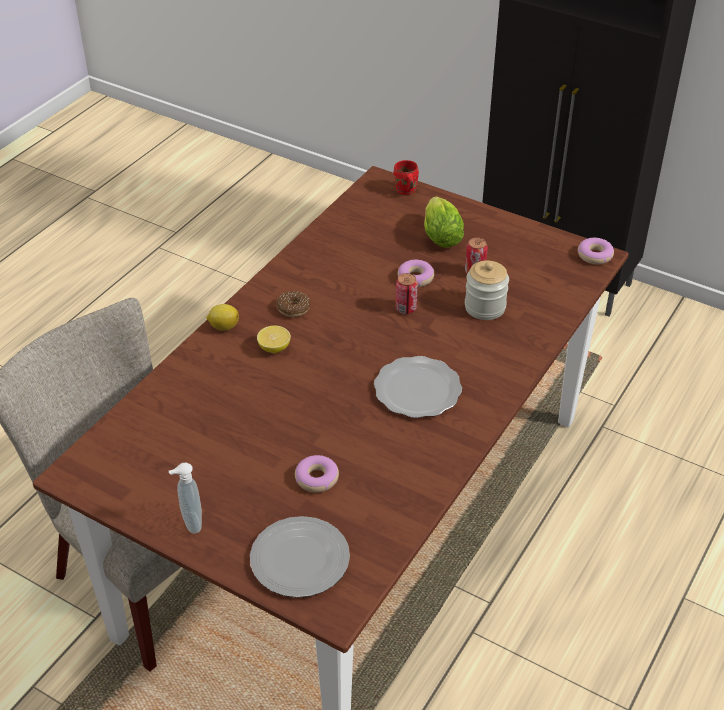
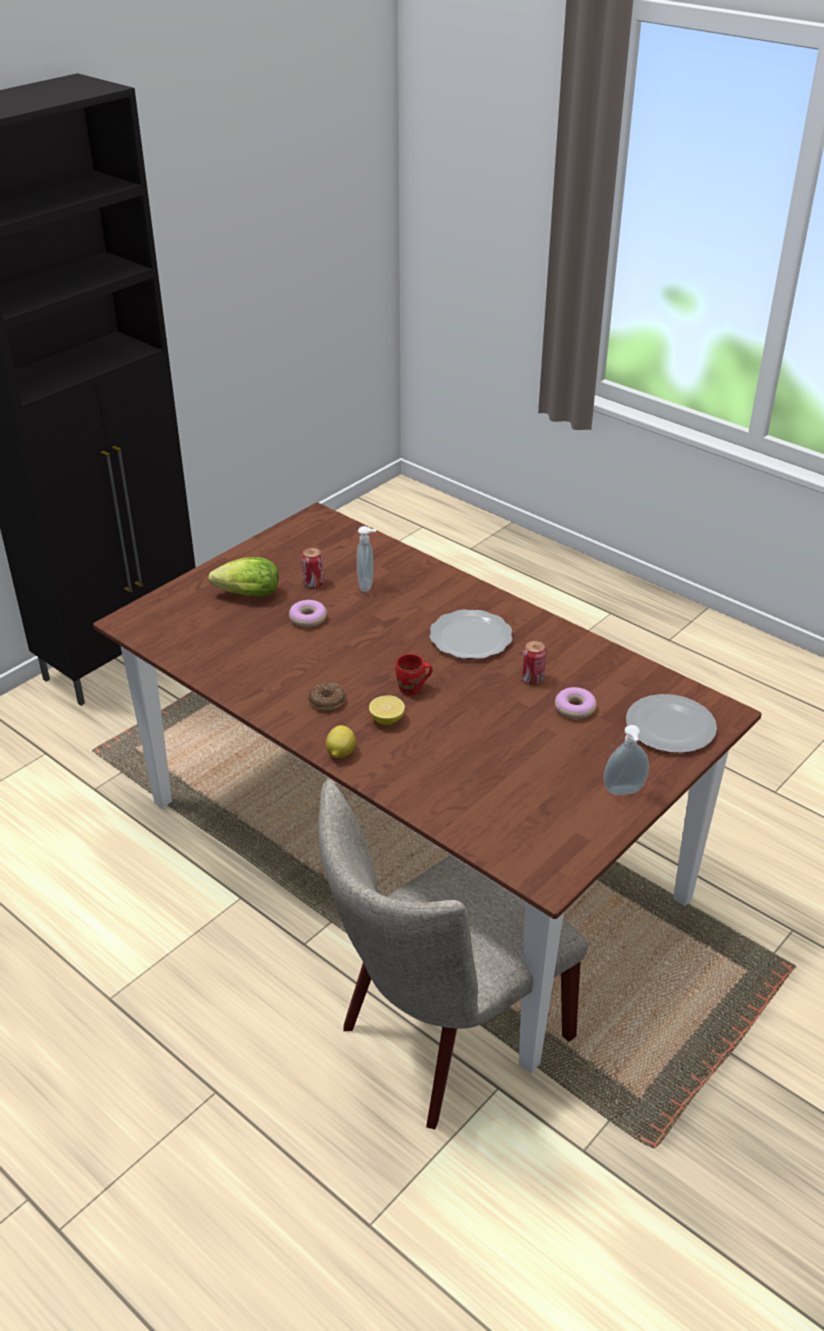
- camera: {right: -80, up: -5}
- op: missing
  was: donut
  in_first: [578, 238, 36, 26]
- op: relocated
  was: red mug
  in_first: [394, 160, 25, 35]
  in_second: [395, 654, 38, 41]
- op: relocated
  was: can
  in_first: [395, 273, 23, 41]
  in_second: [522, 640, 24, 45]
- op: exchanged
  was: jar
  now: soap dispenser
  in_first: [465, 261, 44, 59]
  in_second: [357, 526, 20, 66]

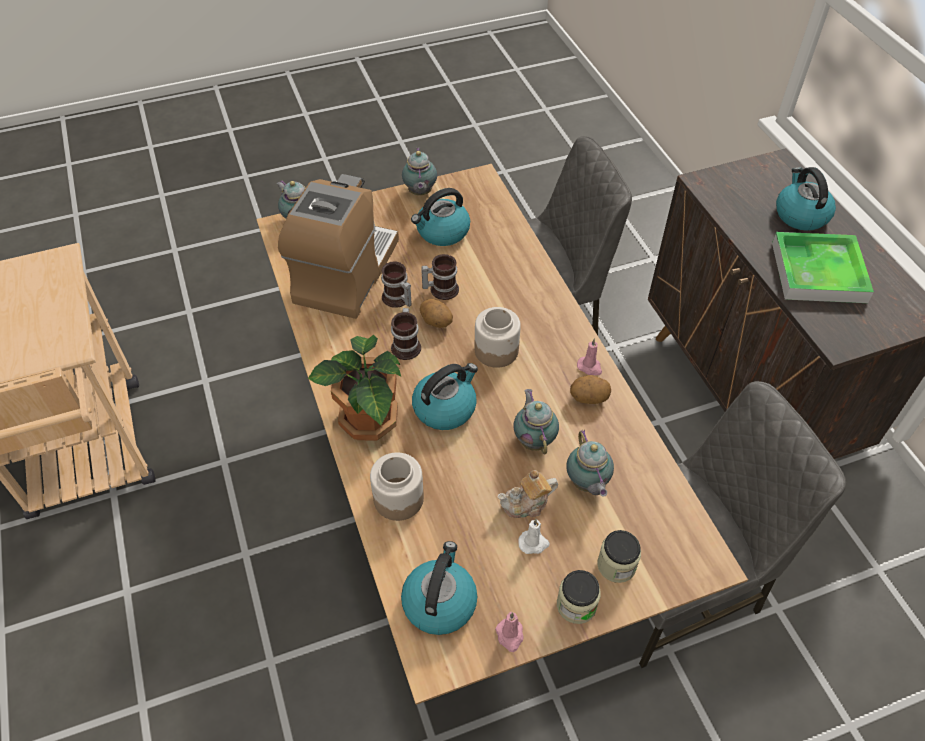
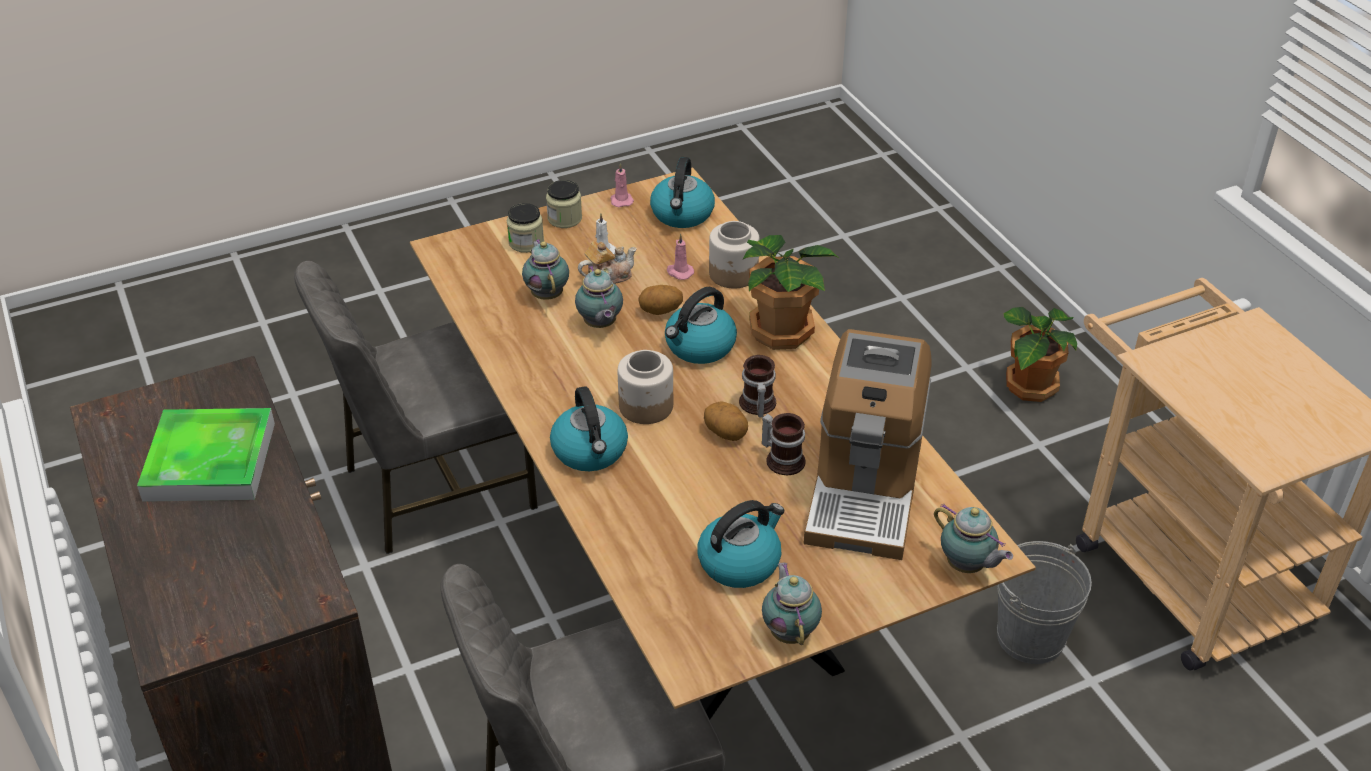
- camera: {right: 175, up: -10}
- op: missing
  was: mug
  in_first: [421, 254, 38, 46]
- op: appeared
  now: grey bucket
  in_second: [997, 541, 95, 123]
- op: appeared
  now: potted plant
  in_second: [1004, 307, 73, 95]
- op: relocated
  was: potato
  in_first: [570, 375, 41, 29]
  in_second: [638, 285, 45, 30]
- op: relocated
  was: pink candle
  in_first: [577, 338, 25, 37]
  in_second: [667, 234, 27, 46]
- op: relocated
  was: kettle
  in_first: [776, 167, 60, 64]
  in_second: [550, 386, 78, 85]

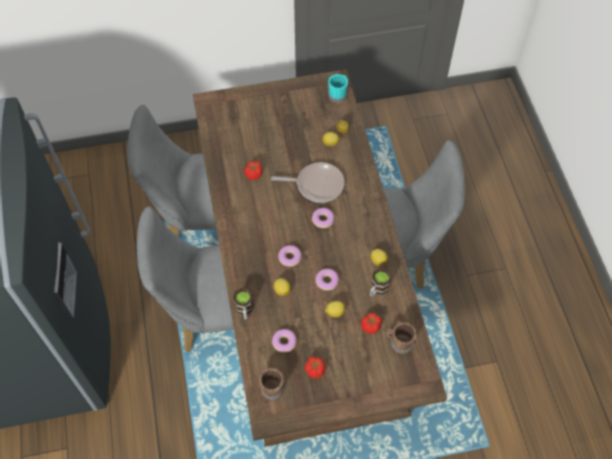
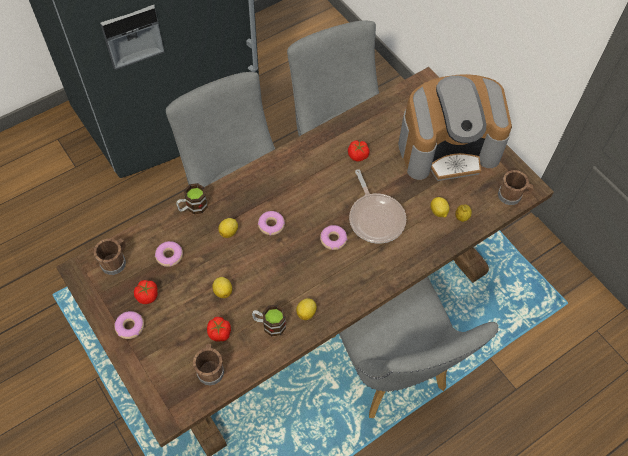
- camera: {right: 65, up: 0}
- op: appeared
  now: coffee machine
  in_second: [398, 74, 114, 107]
- op: relocated
  was: donut
  in_first: [315, 269, 24, 22]
  in_second: [114, 311, 30, 28]
- op: colour
  was: turquoise mug
  now: brown mug
  in_first: [328, 74, 20, 29]
  in_second: [498, 170, 36, 35]

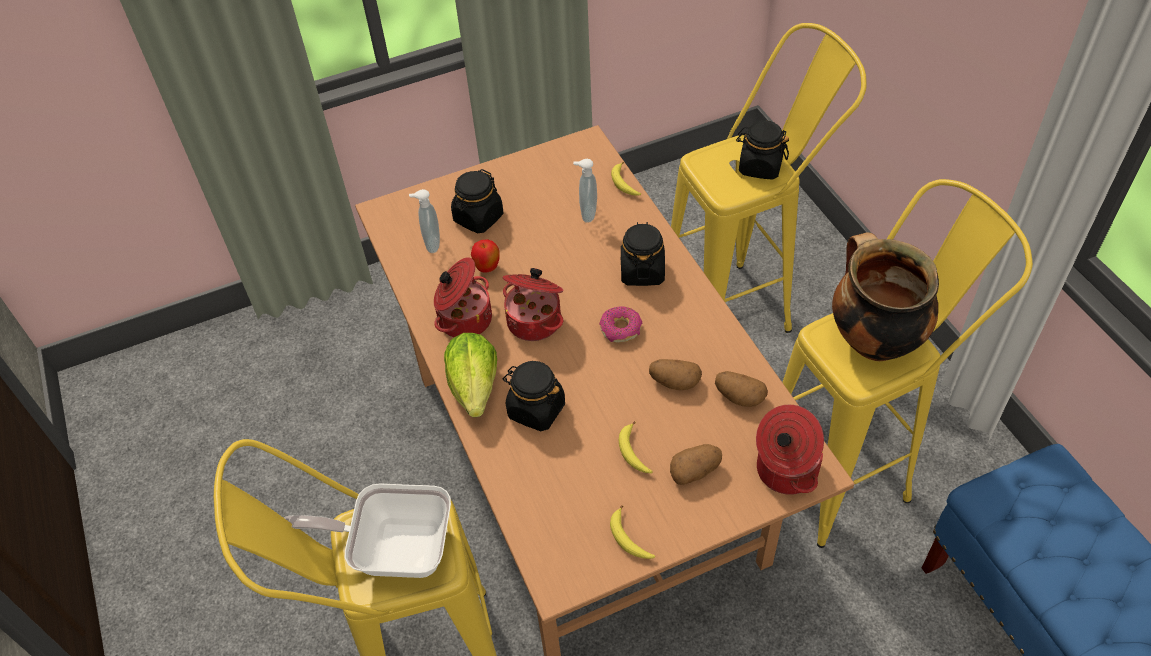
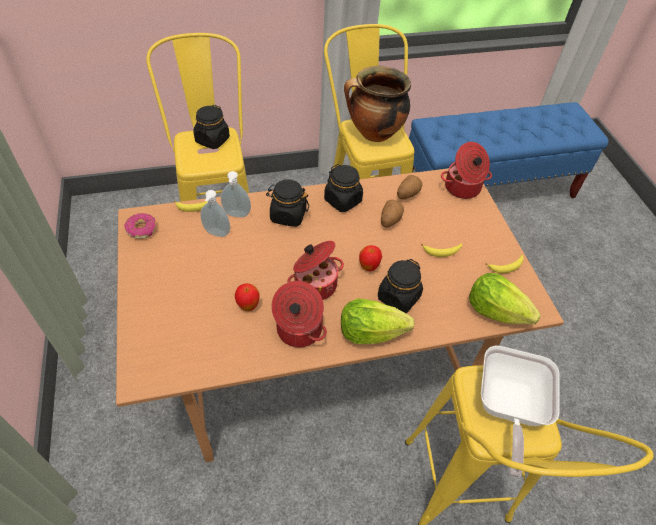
- camera: {right: -85, up: 0}
- op: missing
  was: potato
  in_first: [670, 444, 52, 41]
- op: appeared
  now: apple
  in_second: [359, 245, 23, 26]
- op: appeared
  now: lettuce
  in_second: [469, 273, 72, 51]
- op: relocated
  was: soap dispenser
  in_first: [409, 189, 31, 64]
  in_second: [221, 171, 30, 46]
- op: relocated
  was: black jar
  in_first: [451, 169, 52, 64]
  in_second: [324, 164, 39, 48]
- op: relocated
  was: donut
  in_first: [599, 306, 44, 37]
  in_second: [124, 213, 32, 26]

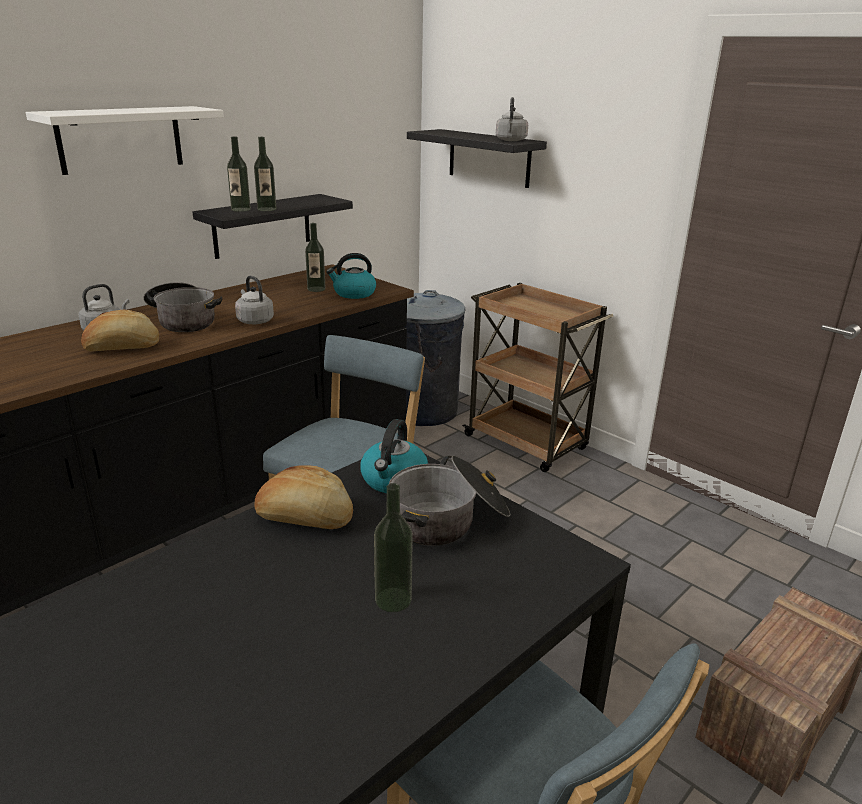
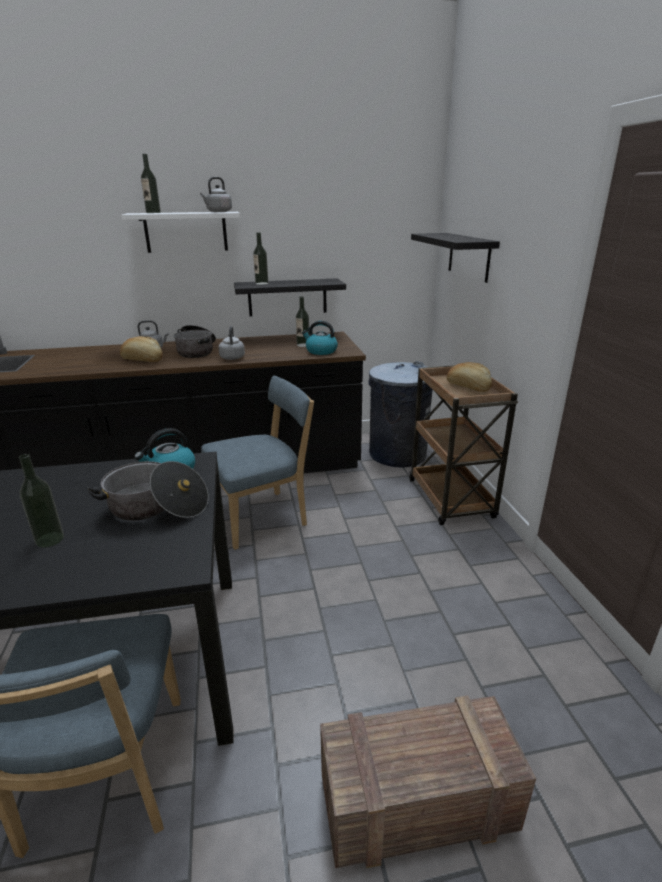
- camera: {right: 35, up: 0}
- op: relocated
  was: bottle
  in_first: [254, 137, 22, 74]
  in_second: [141, 154, 20, 59]
- op: relocated
  was: bread
  in_first: [254, 465, 99, 64]
  in_second: [447, 362, 45, 30]
- op: relocated
  was: grey kettle
  in_first: [496, 97, 32, 44]
  in_second: [200, 177, 32, 35]

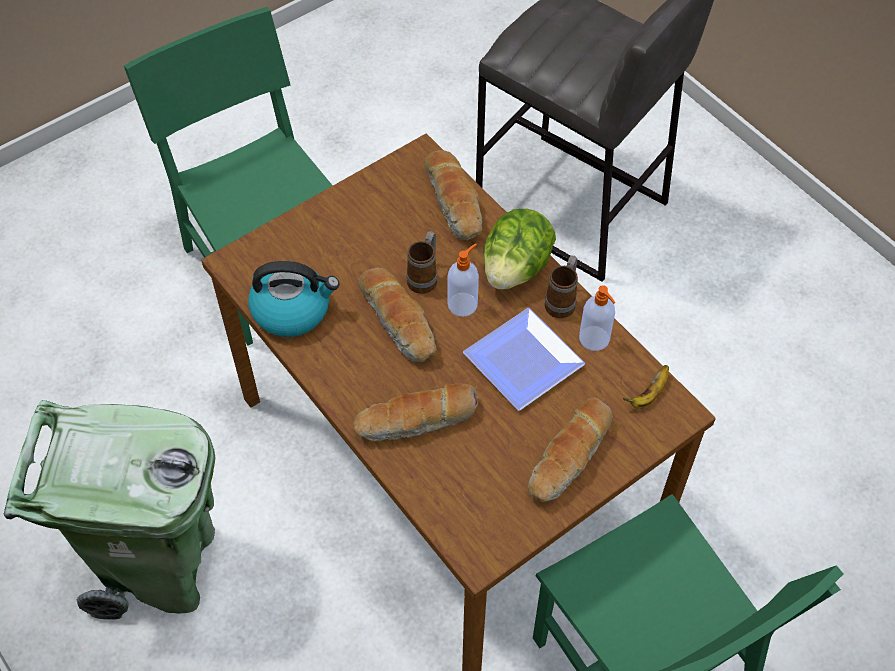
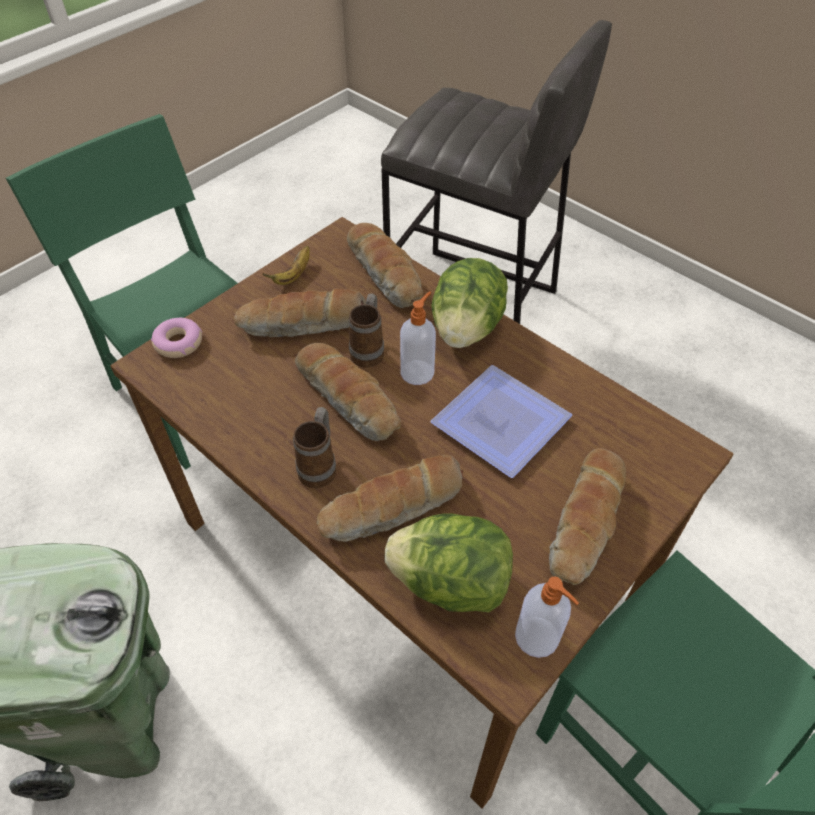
- camera: {right: -10, up: -5}
- op: missing
  was: kettle
  in_first: [248, 261, 91, 76]
- op: appeared
  now: donut
  in_second: [151, 318, 51, 40]
- op: appeared
  now: bread
  in_second: [234, 289, 132, 48]
- op: appeared
  now: lettuce
  in_second: [385, 513, 128, 99]
- op: relocated
  was: mug
  in_first: [545, 256, 33, 62]
  in_second: [293, 407, 43, 81]
- op: relocated
  was: soap dispenser
  in_first: [579, 286, 36, 65]
  in_second: [515, 577, 64, 81]
- op: relocated
  was: banana
  in_first: [623, 365, 46, 44]
  in_second: [263, 246, 47, 39]

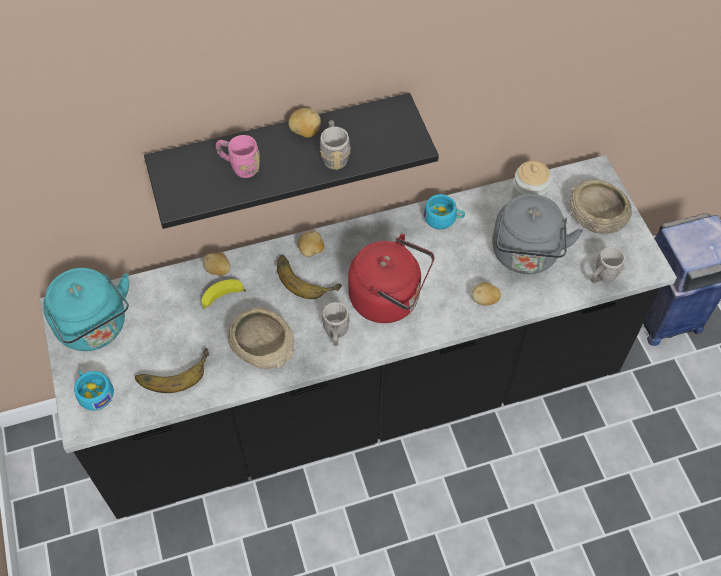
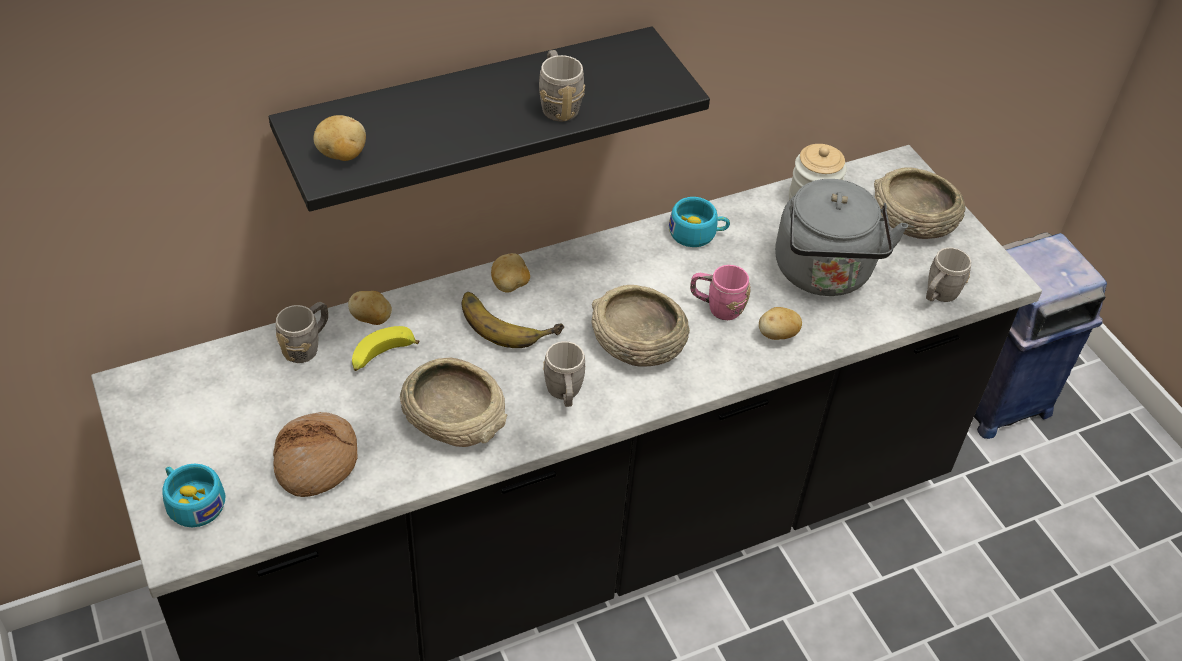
- camera: {right: -10, up: -10}
- op: missing
  was: turquoise kettle
  in_first: [43, 268, 86, 83]
- op: appeared
  now: grey mug
  in_second: [276, 302, 52, 61]
- op: relocated
  was: pink mug
  in_first: [216, 135, 44, 43]
  in_second: [690, 265, 61, 55]
- op: relocated
  was: potato
  in_first: [288, 108, 33, 30]
  in_second: [314, 115, 52, 46]
- op: exchanged
  was: banana
  now: bread
  in_first: [135, 348, 74, 45]
  in_second: [273, 412, 85, 85]
- op: exchanged
  was: red kettle
  now: beige bowl
  in_first: [348, 234, 86, 89]
  in_second: [591, 285, 99, 82]

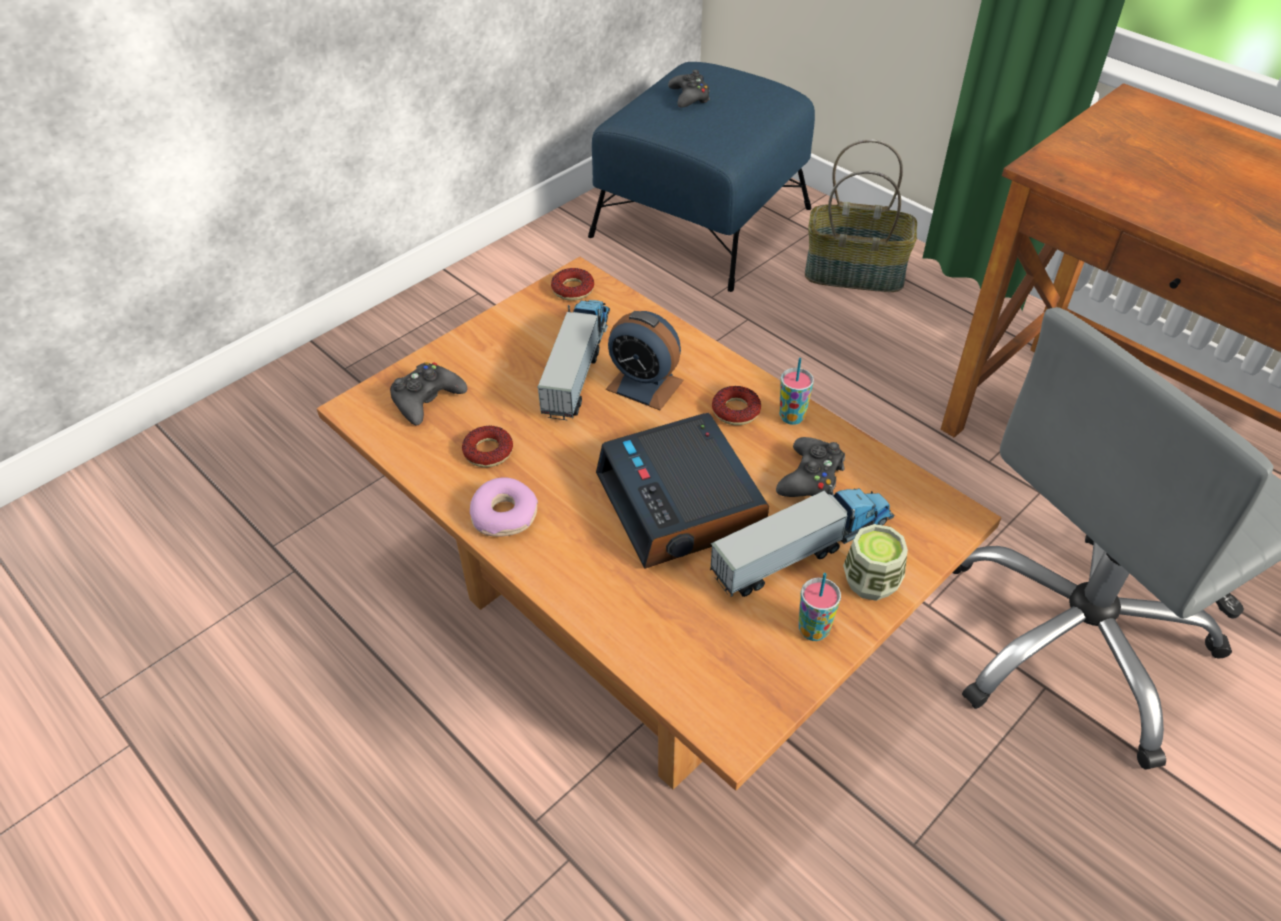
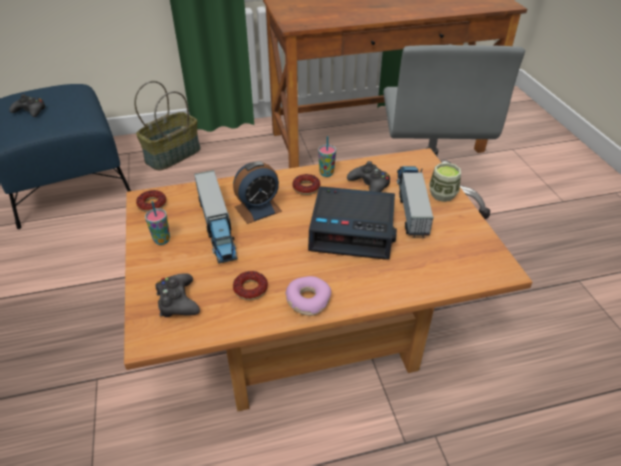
- camera: {right: -60, up: -5}
- op: relocated
  was: cup
  in_first: [798, 573, 43, 68]
  in_second: [145, 201, 25, 44]
- op: spun
  was: toy truck
  in_first: [537, 300, 73, 120]
  in_second: [194, 170, 44, 94]
  clockwise: -150

